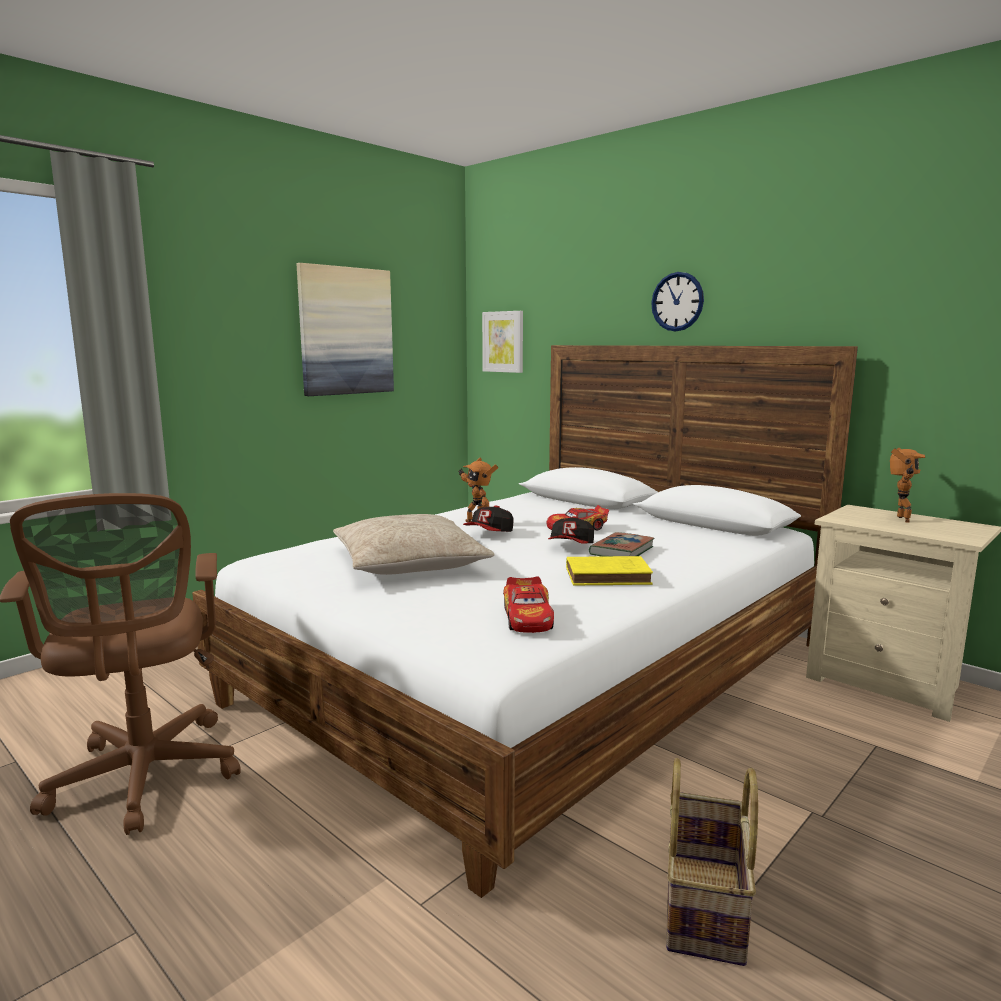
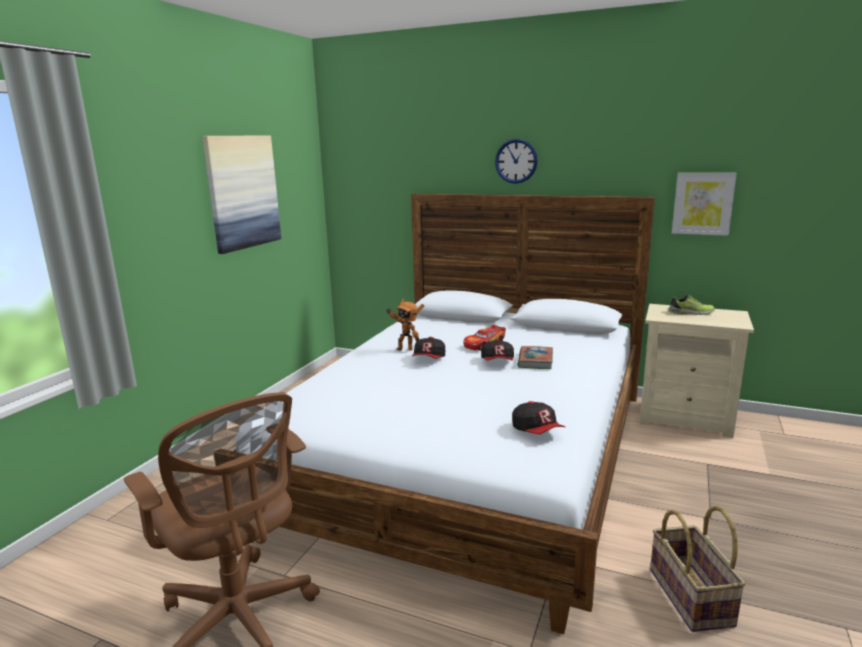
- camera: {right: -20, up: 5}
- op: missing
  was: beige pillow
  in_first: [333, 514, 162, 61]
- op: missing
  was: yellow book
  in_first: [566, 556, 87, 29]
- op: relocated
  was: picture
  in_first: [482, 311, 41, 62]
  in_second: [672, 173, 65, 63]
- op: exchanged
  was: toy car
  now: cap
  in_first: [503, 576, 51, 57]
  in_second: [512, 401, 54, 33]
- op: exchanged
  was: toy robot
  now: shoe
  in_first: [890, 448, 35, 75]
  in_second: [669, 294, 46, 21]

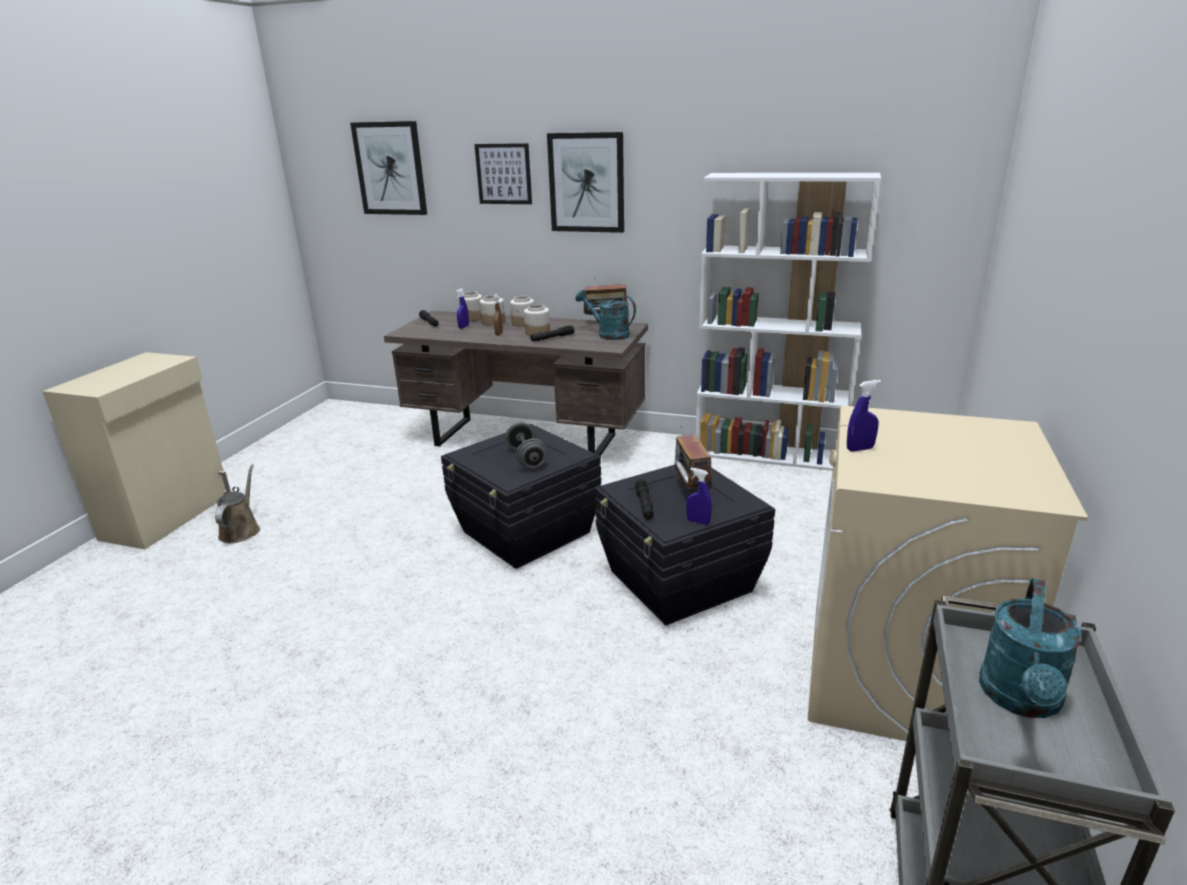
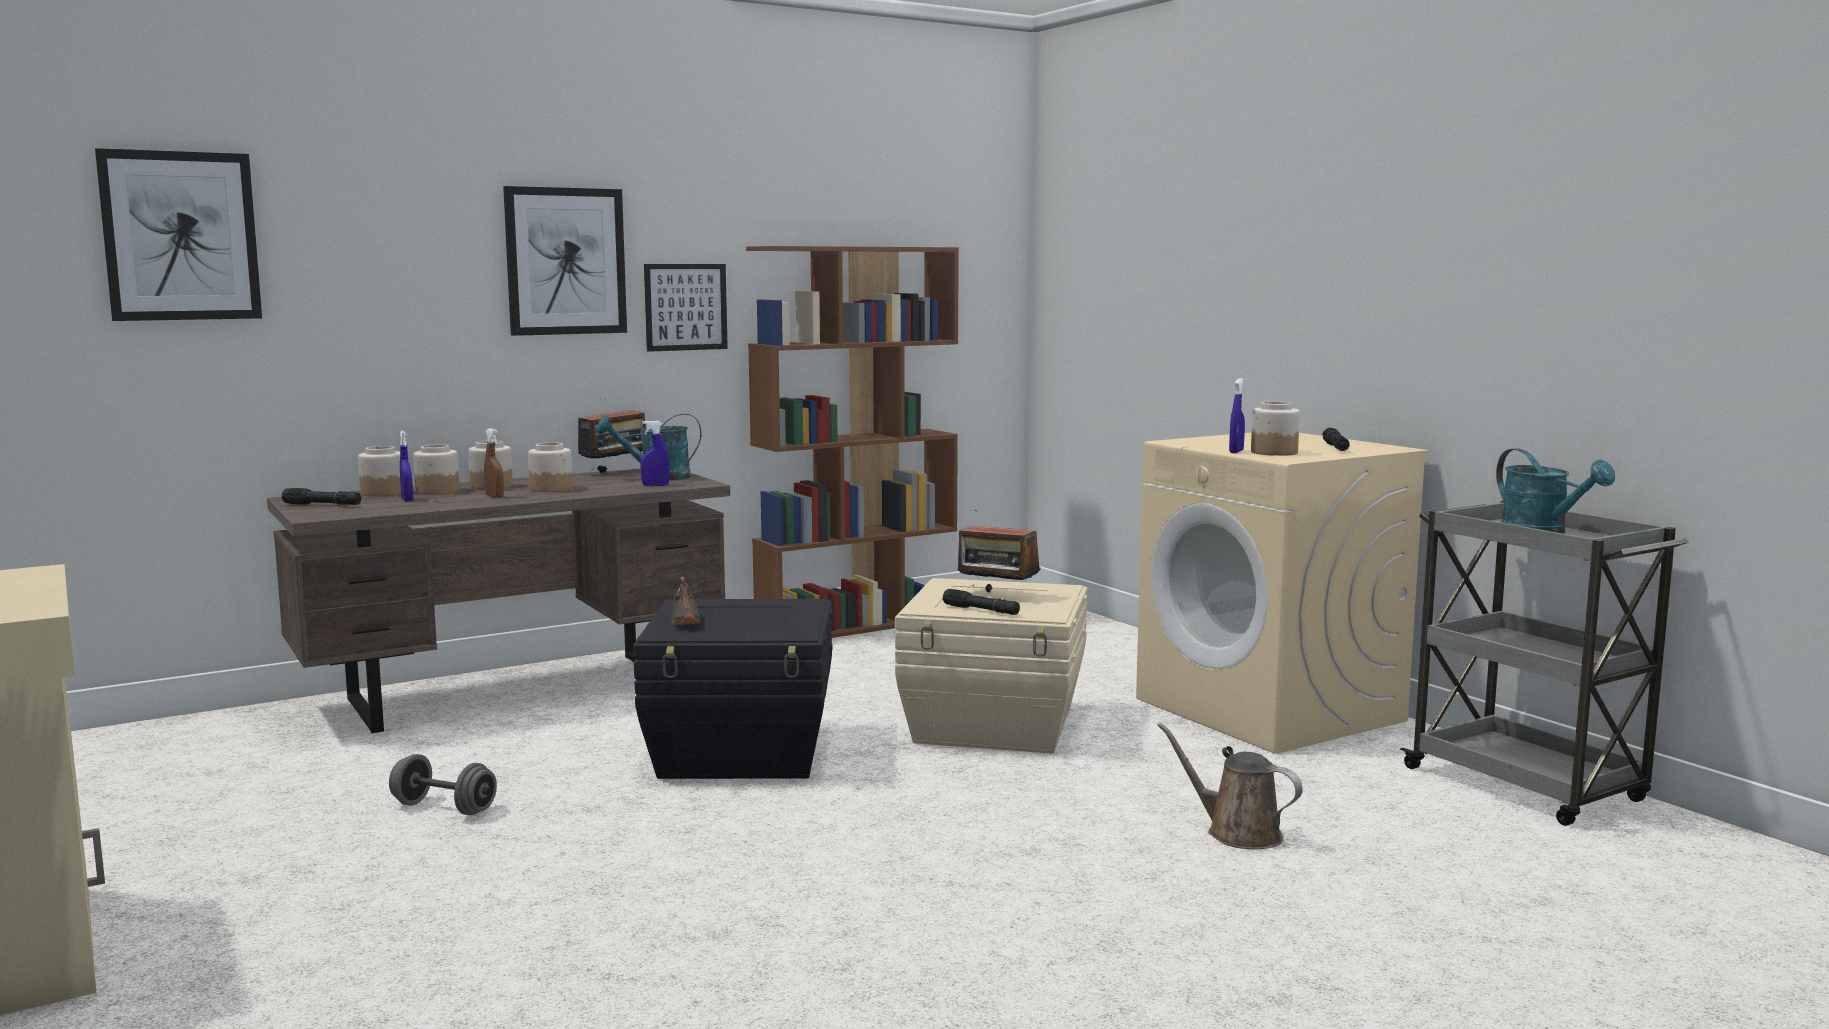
- camera: {right: -50, up: -15}
- op: appeared
  now: black shoe
  in_second: [672, 577, 28, 48]
- op: appeared
  now: jar
  in_second: [1251, 401, 49, 55]
- op: relocated
  was: brown watering can
  in_first: [215, 464, 45, 79]
  in_second: [1157, 723, 146, 126]
- op: relocated
  was: picture
  in_first: [475, 143, 57, 61]
  in_second: [644, 264, 84, 88]
- op: relocated
  was: grey dumbbell
  in_first: [505, 422, 42, 46]
  in_second: [389, 754, 108, 61]
- op: relocated
  was: black flashlight
  in_first: [530, 325, 44, 17]
  in_second: [1322, 428, 28, 23]
- op: relocated
  was: blue spray bottle
  in_first: [686, 468, 26, 57]
  in_second: [640, 421, 30, 65]
- op: colour
  was: black storage box
  now: beige storage box
  in_first: [595, 465, 180, 160]
  in_second: [895, 578, 192, 176]
- op: colour
  was: white bookcase
  now: brown bookcase
  in_first: [696, 173, 185, 298]
  in_second: [746, 246, 213, 392]

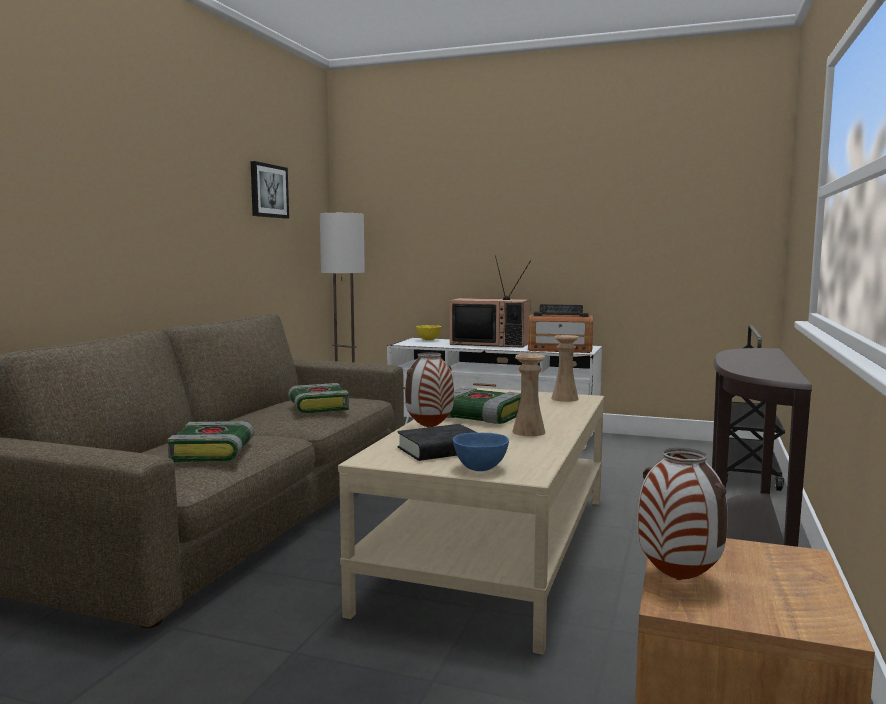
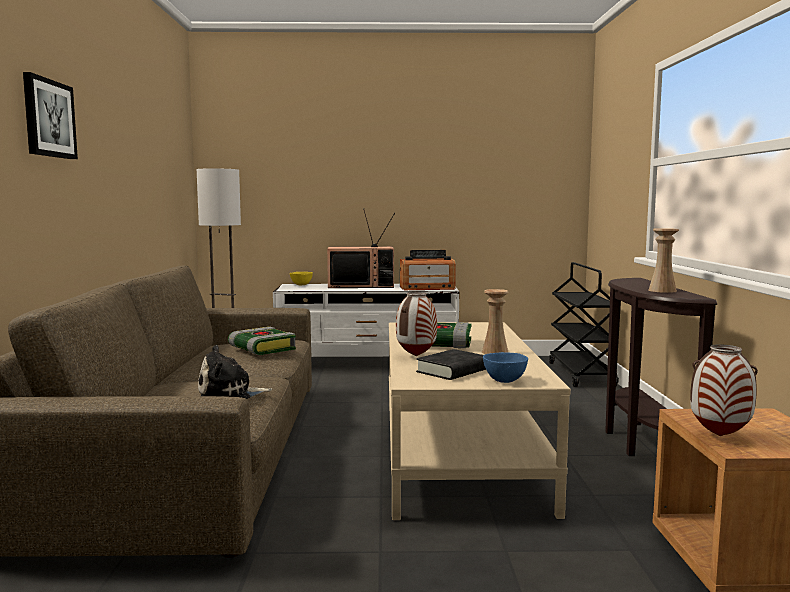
- camera: {right: -20, up: 0}
- op: relocated
  was: picture
  in_first: [251, 161, 38, 58]
  in_second: [23, 72, 55, 87]
- op: relocated
  was: beige vase
  in_first: [551, 335, 28, 67]
  in_second: [649, 228, 30, 65]
- op: exchanged
  was: book
  now: plush toy
  in_first: [168, 421, 86, 41]
  in_second: [198, 345, 74, 54]

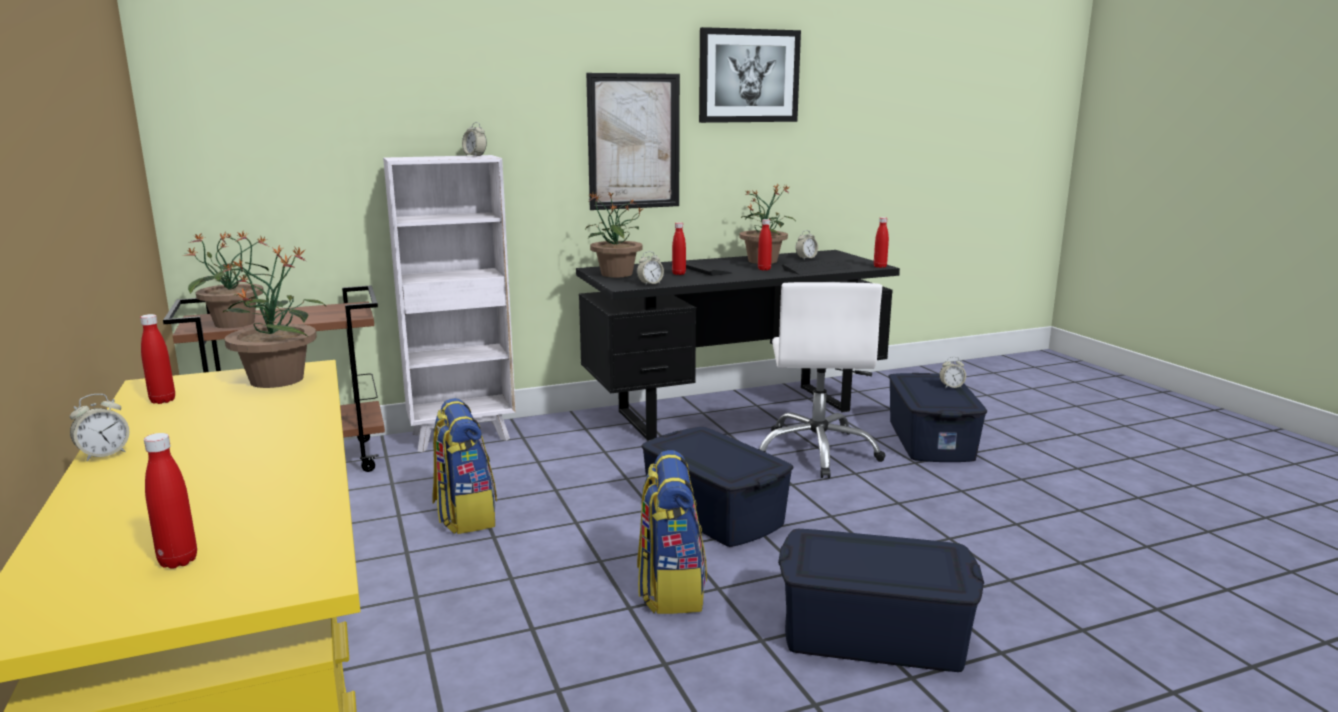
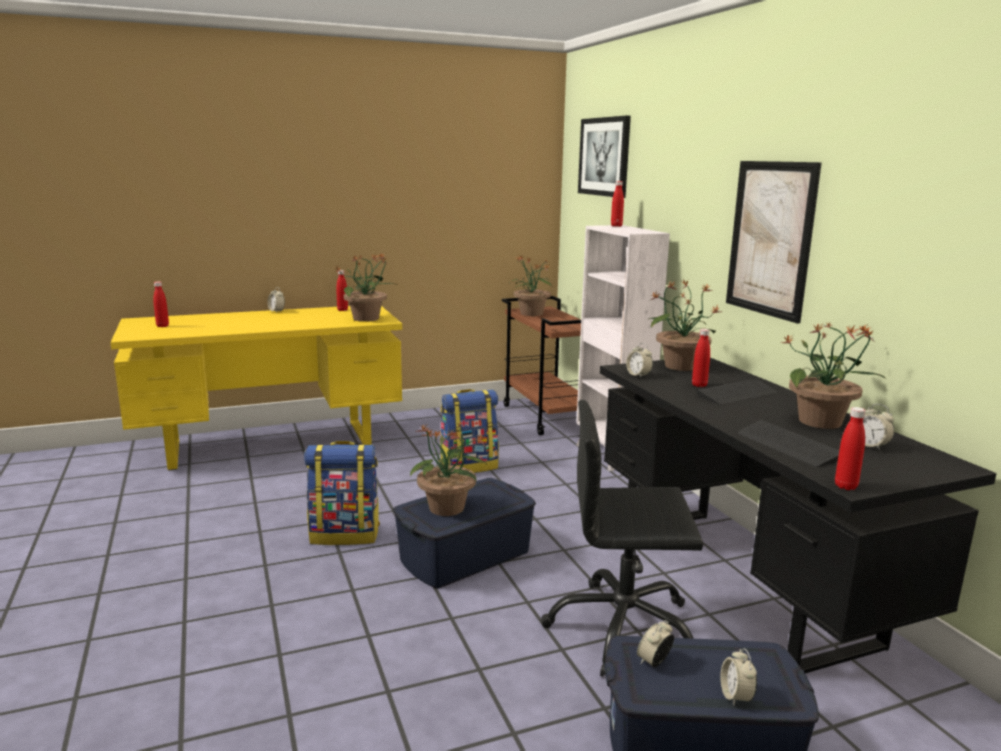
- camera: {right: 90, up: 0}
- op: missing
  was: blue storage box
  in_first: [778, 529, 206, 143]
- op: appeared
  now: potted plant
  in_second: [410, 424, 77, 92]
- op: relocated
  was: alarm clock
  in_first: [462, 122, 25, 34]
  in_second: [637, 620, 37, 47]
- op: relocated
  was: picture
  in_first: [699, 27, 102, 96]
  in_second: [578, 116, 53, 82]
- op: relocated
  was: red bottle
  in_first: [758, 219, 14, 51]
  in_second: [611, 181, 13, 46]
- op: colour
  was: white office chair
  now: black office chair
  in_first: [759, 282, 127, 196]
  in_second: [541, 400, 162, 277]

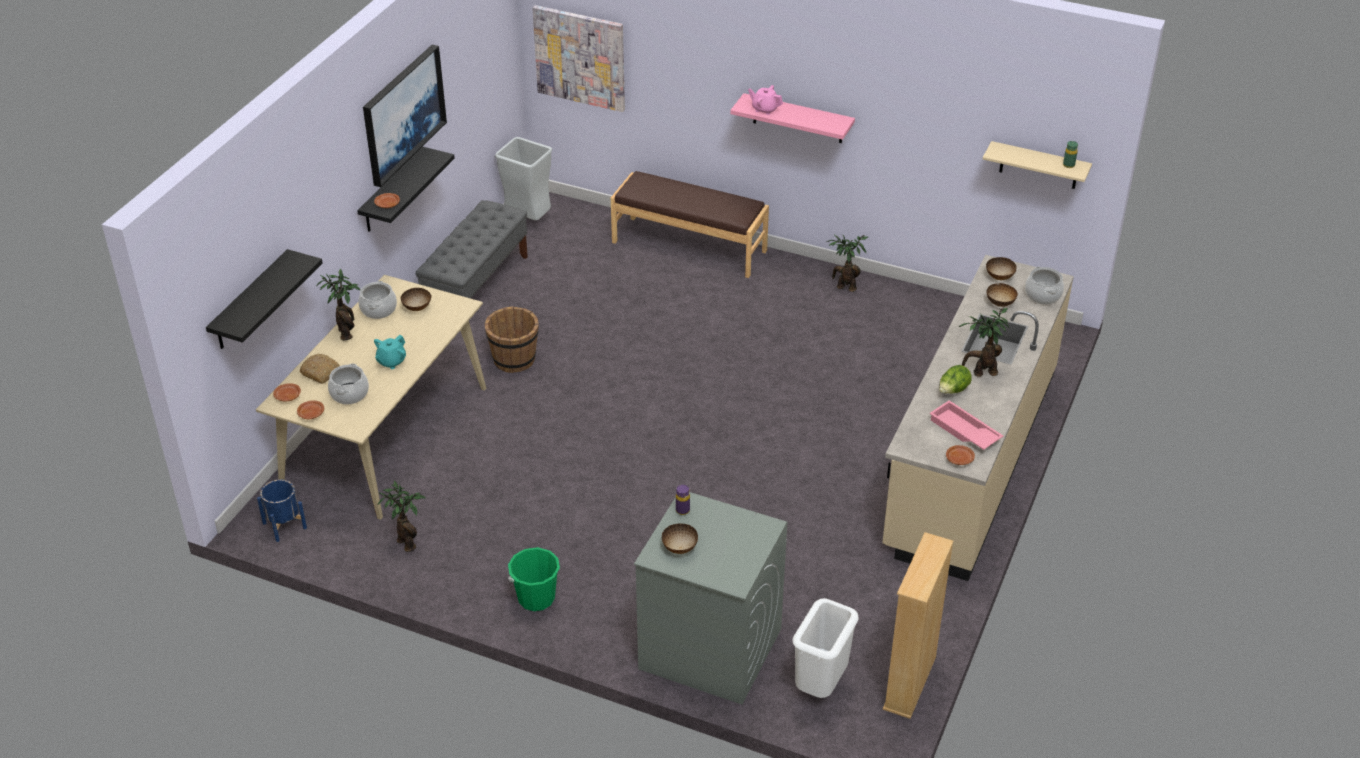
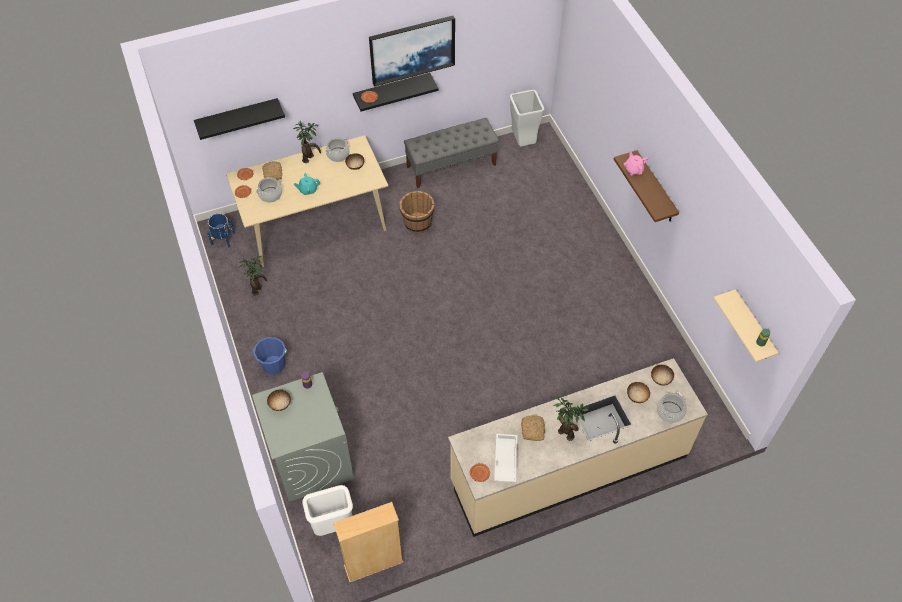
- camera: {right: 45, up: 15}
- op: missing
  was: picture
  in_first: [532, 5, 93, 107]
- op: missing
  was: brown bench
  in_first: [611, 171, 158, 107]
- op: missing
  was: potted plant
  in_first: [827, 235, 41, 57]
- op: exchanged
  was: lettuce
  now: bread
  in_first: [939, 365, 33, 28]
  in_second: [521, 415, 24, 26]
- op: colour
  was: green bucket
  now: blue bucket
  in_first: [508, 547, 52, 64]
  in_second: [253, 337, 34, 38]
- op: colour
  was: pink shelf
  now: brown shelf
  in_first: [730, 93, 125, 50]
  in_second: [614, 150, 65, 72]
- op: colour
  was: pink tray
  now: white tray
  in_first: [929, 400, 74, 50]
  in_second: [494, 434, 23, 48]

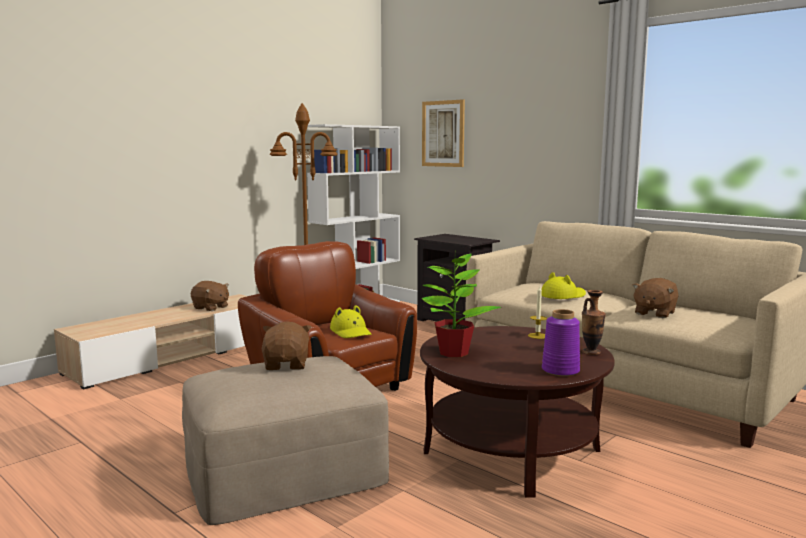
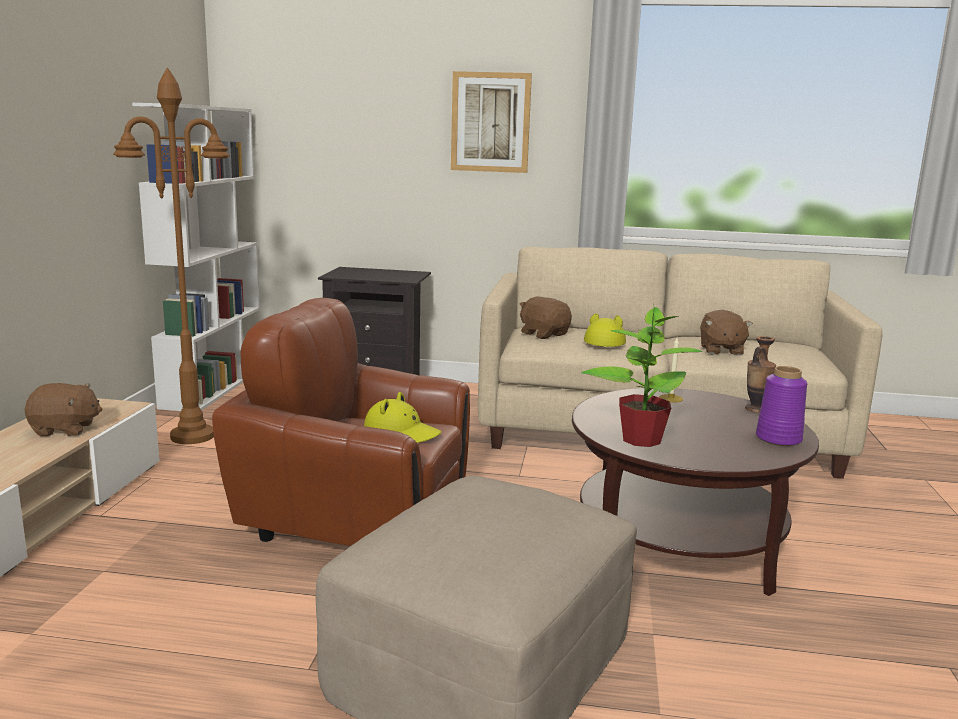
- camera: {right: -35, up: 5}
- op: relocated
  was: brown plush toy
  in_first: [262, 322, 49, 48]
  in_second: [519, 296, 53, 43]
- op: relocated
  was: picture
  in_first: [422, 99, 43, 68]
  in_second: [451, 71, 81, 102]

